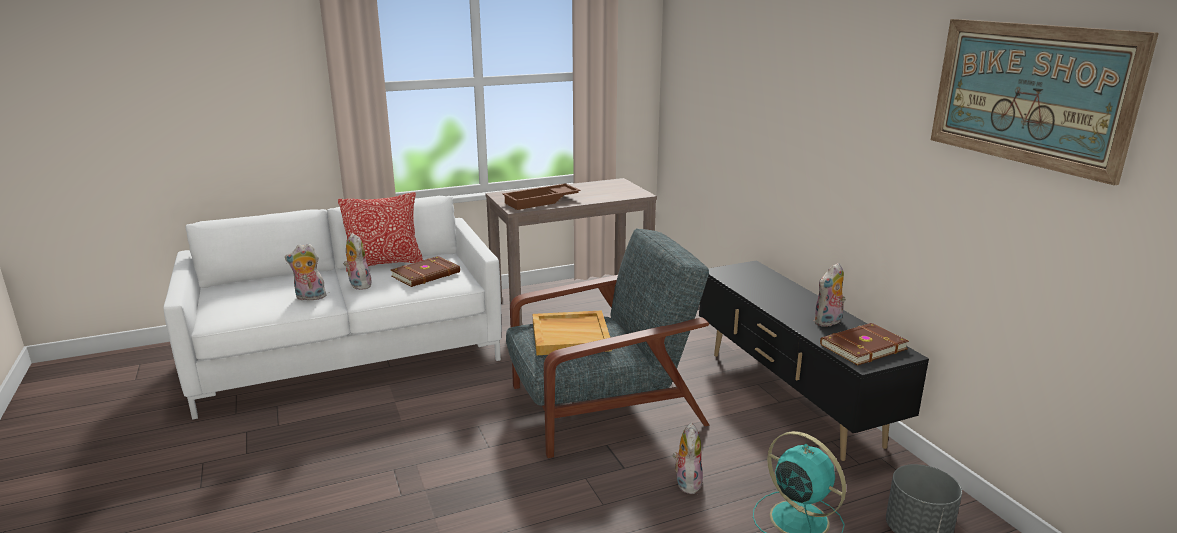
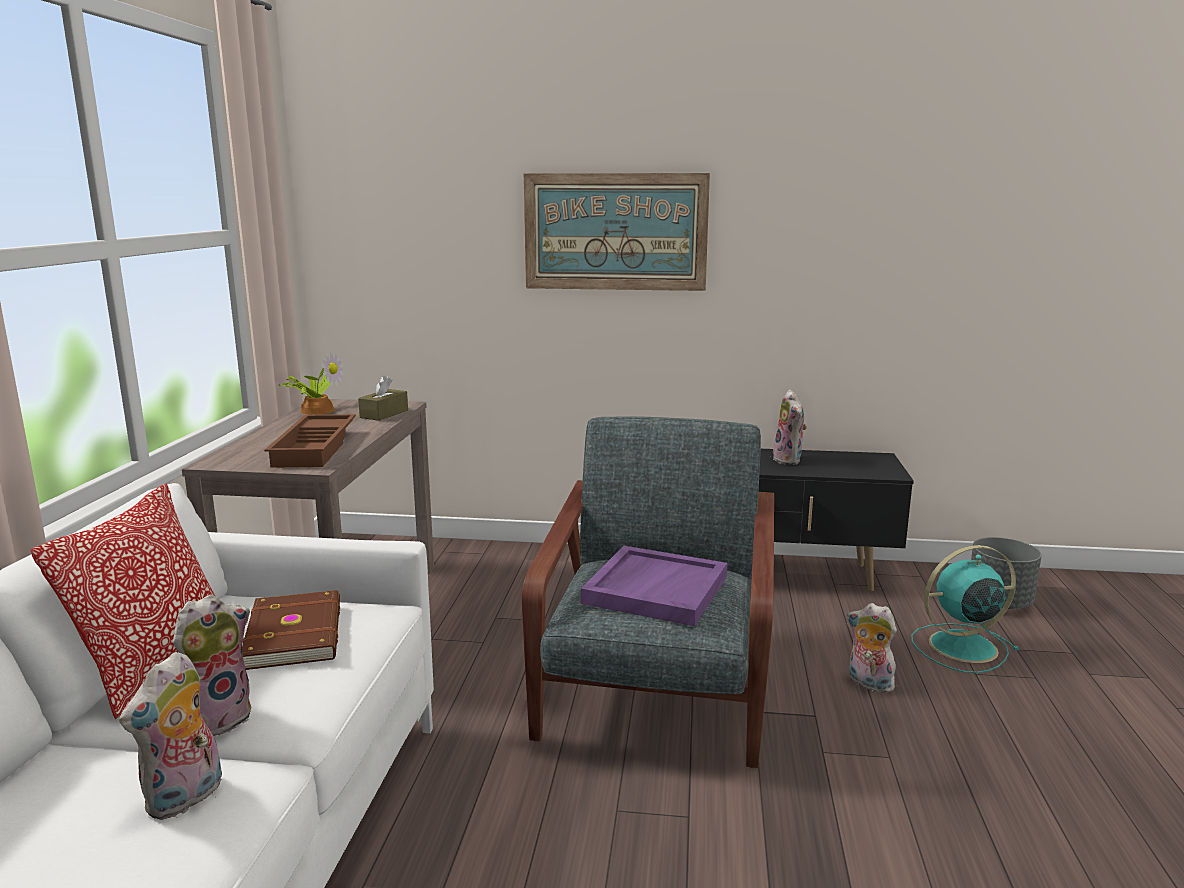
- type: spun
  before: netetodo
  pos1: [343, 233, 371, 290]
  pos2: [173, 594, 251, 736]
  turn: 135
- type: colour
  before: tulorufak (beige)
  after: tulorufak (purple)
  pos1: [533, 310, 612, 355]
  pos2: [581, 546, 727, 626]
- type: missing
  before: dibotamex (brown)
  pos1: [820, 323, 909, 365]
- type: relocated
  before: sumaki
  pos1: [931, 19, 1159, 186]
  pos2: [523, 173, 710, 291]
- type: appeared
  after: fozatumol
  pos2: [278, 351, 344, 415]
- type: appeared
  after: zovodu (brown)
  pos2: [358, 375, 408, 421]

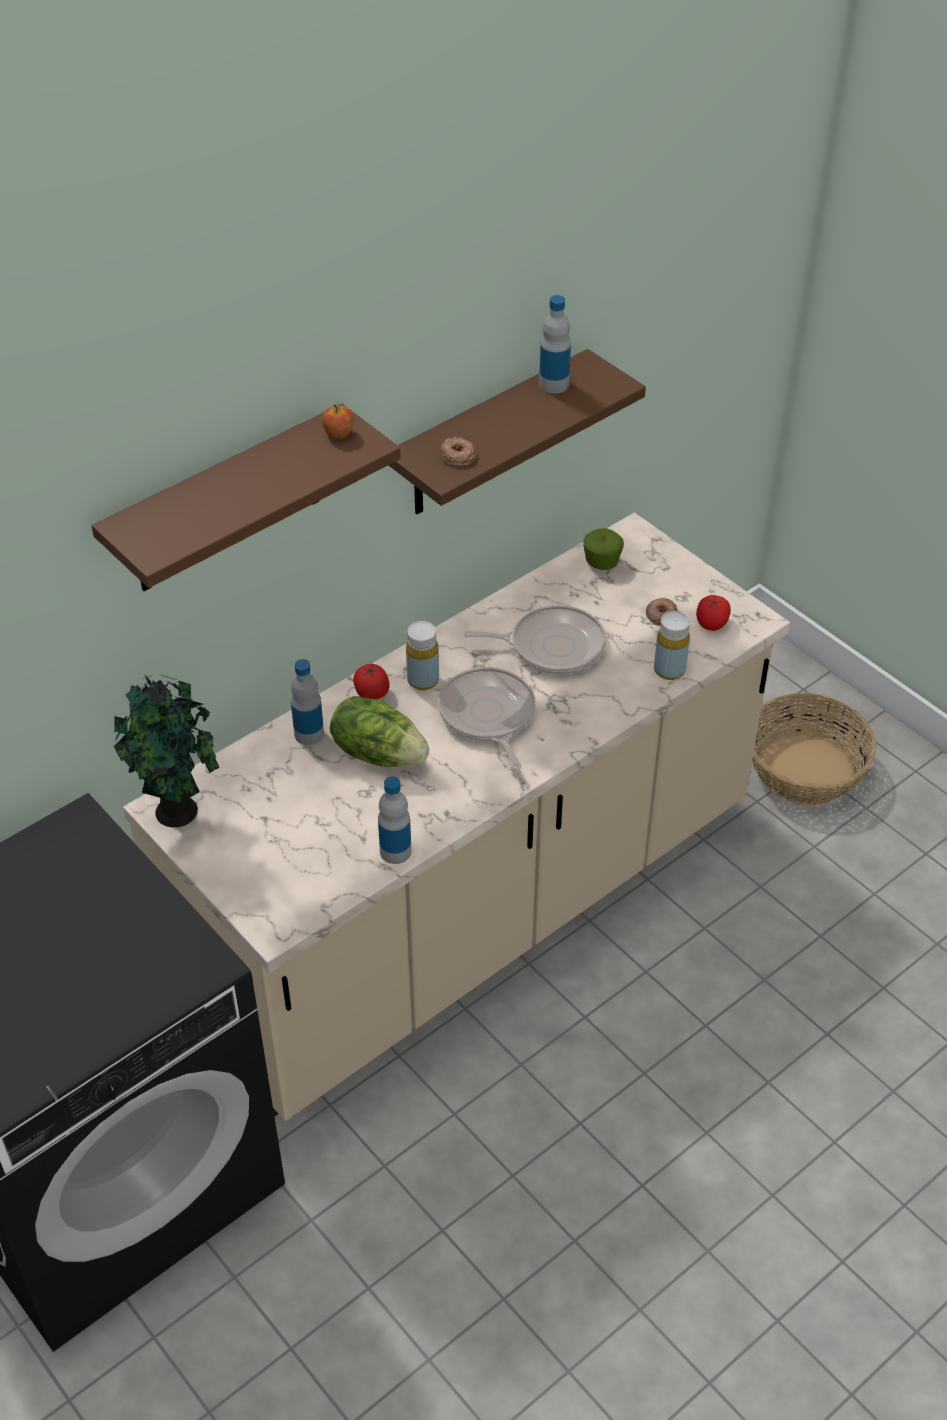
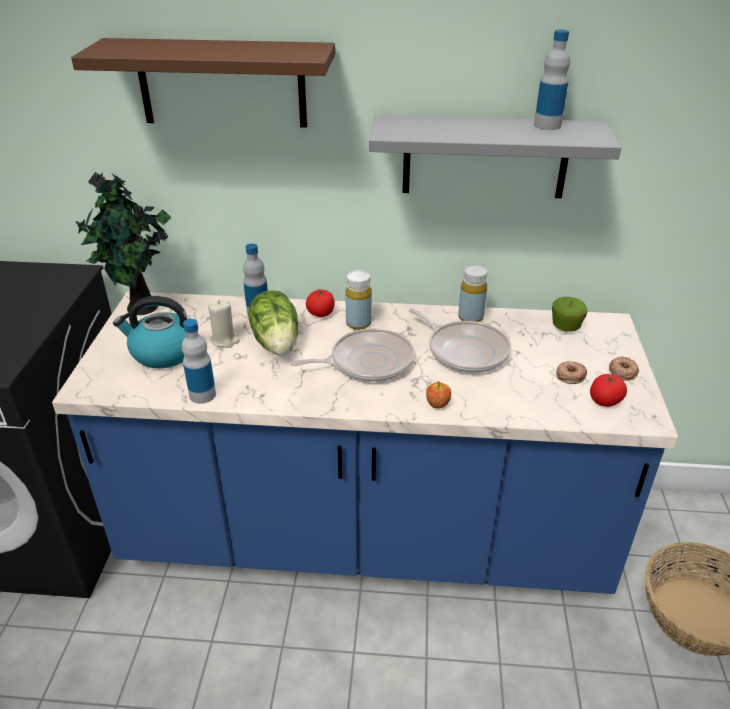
- type: colour
  before: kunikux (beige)
  after: kunikux (blue)
  pos1: [123, 513, 790, 1121]
  pos2: [52, 291, 678, 594]
- type: relocated
  before: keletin
  pos1: [322, 404, 354, 439]
  pos2: [426, 381, 451, 409]
- type: colour
  before: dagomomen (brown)
  after: dagomomen (grey)
  pos1: [388, 349, 646, 514]
  pos2: [369, 115, 621, 198]
- type: spun
  before: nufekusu
  pos1: [438, 667, 536, 770]
  pos2: [291, 328, 415, 382]
  turn: 45
- type: relocated
  before: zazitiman
  pos1: [440, 436, 476, 466]
  pos2: [609, 356, 639, 381]
- type: relocated
  before: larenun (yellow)
  pos1: [654, 611, 690, 680]
  pos2: [458, 265, 487, 322]
- type: appeared
  after: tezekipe
  pos2: [113, 296, 187, 368]
- type: appeared
  after: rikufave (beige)
  pos2: [208, 300, 240, 348]

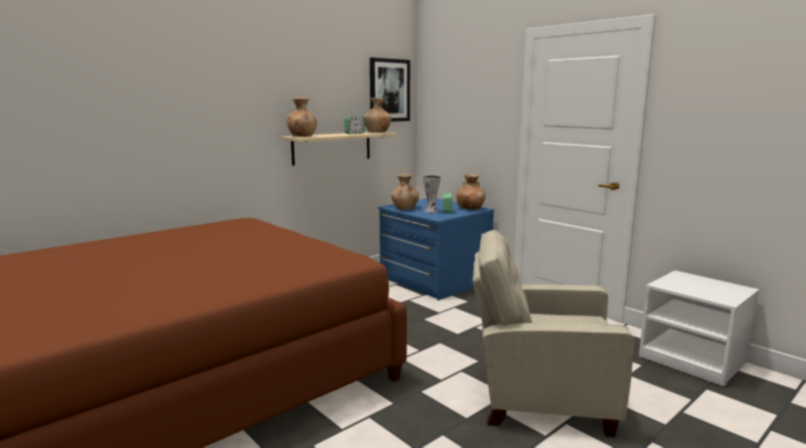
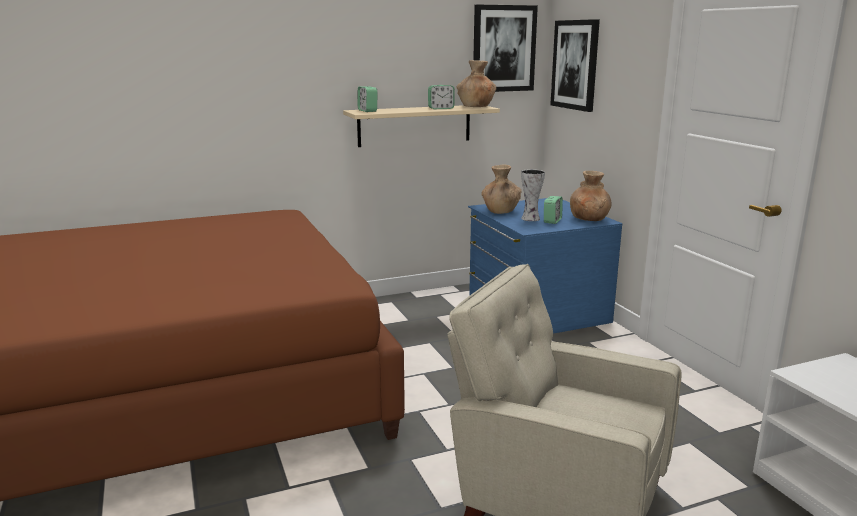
- type: exchanged
  before: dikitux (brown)
  after: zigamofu
  pos1: [286, 98, 317, 137]
  pos2: [358, 86, 377, 112]
- type: appeared
  after: sumaki
  pos2: [550, 19, 600, 112]

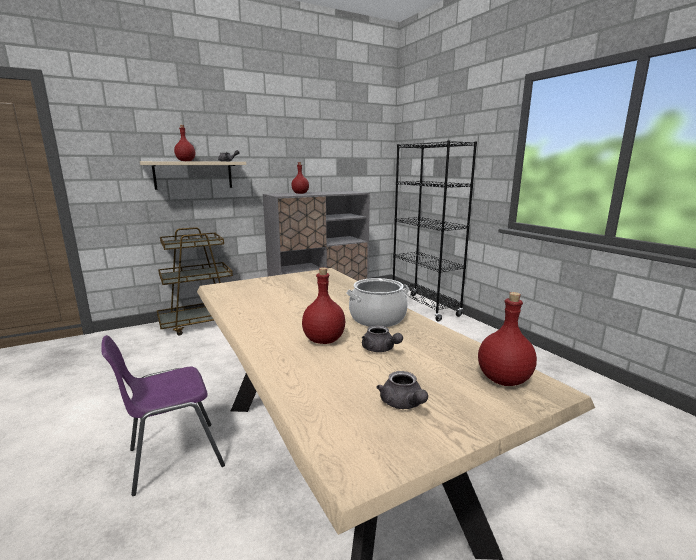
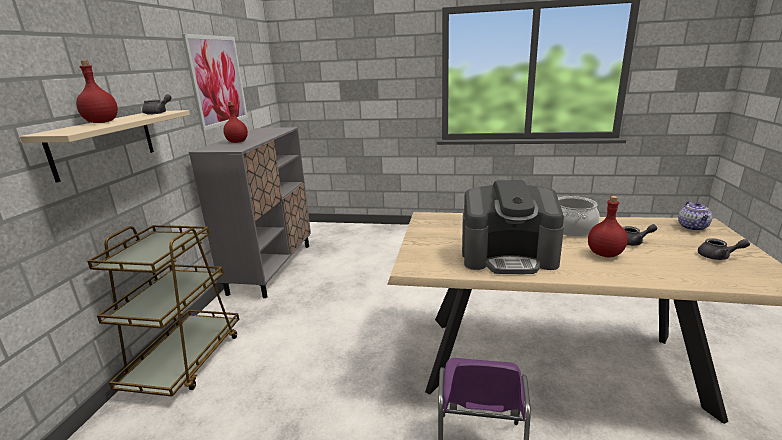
- type: missing
  before: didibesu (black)
  pos1: [393, 140, 477, 322]
- type: exchanged
  before: larenun (red)
  after: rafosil
  pos1: [478, 292, 537, 386]
  pos2: [678, 201, 712, 231]
- type: appeared
  after: sumaki
  pos2: [182, 34, 248, 131]
- type: appeared
  after: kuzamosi
  pos2: [462, 180, 564, 274]

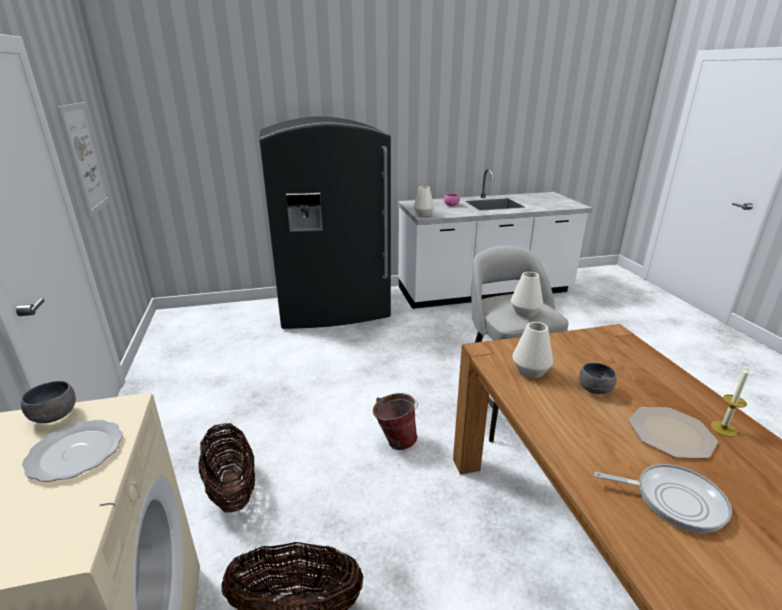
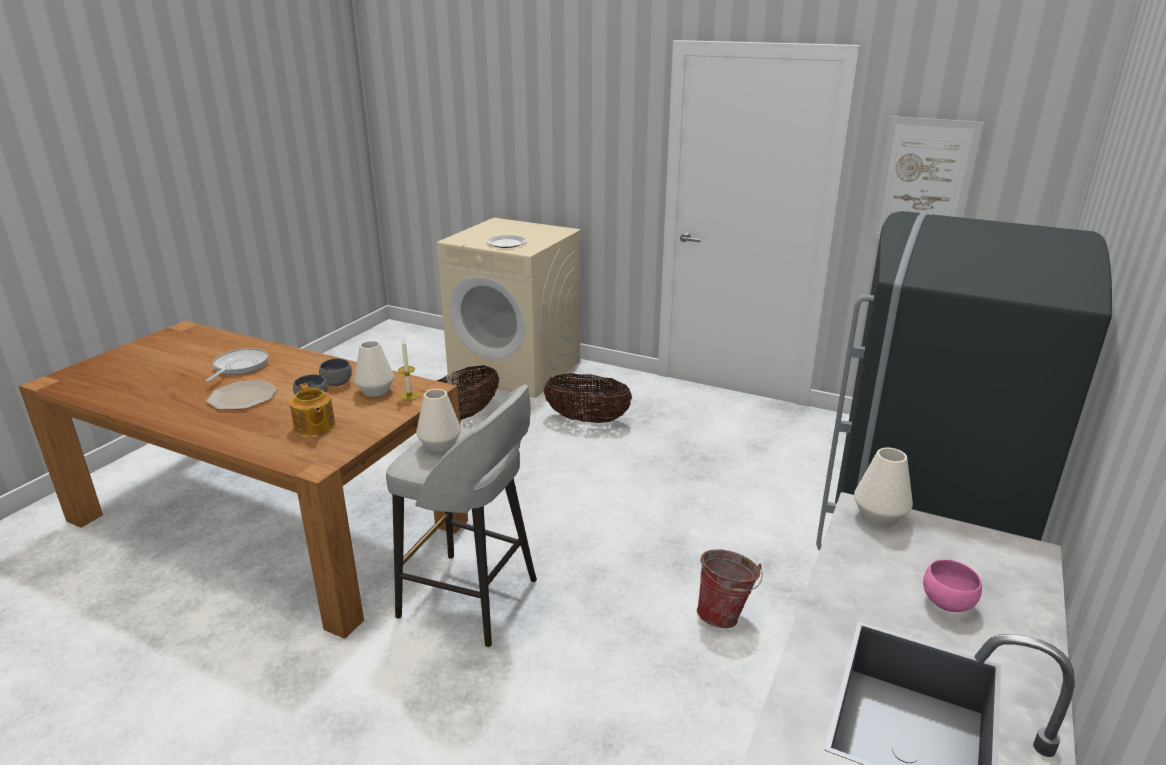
- type: relocated
  before: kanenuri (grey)
  pos1: [21, 381, 76, 423]
  pos2: [319, 358, 352, 386]
- type: relocated
  before: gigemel
  pos1: [373, 393, 418, 450]
  pos2: [697, 549, 763, 628]
- type: spun
  before: nufekusu
  pos1: [594, 464, 732, 533]
  pos2: [205, 348, 268, 382]
  turn: 135
- type: relocated
  before: rikufave
  pos1: [710, 368, 749, 437]
  pos2: [398, 339, 419, 401]
- type: appeared
  after: rafosil
  pos2: [290, 383, 335, 436]

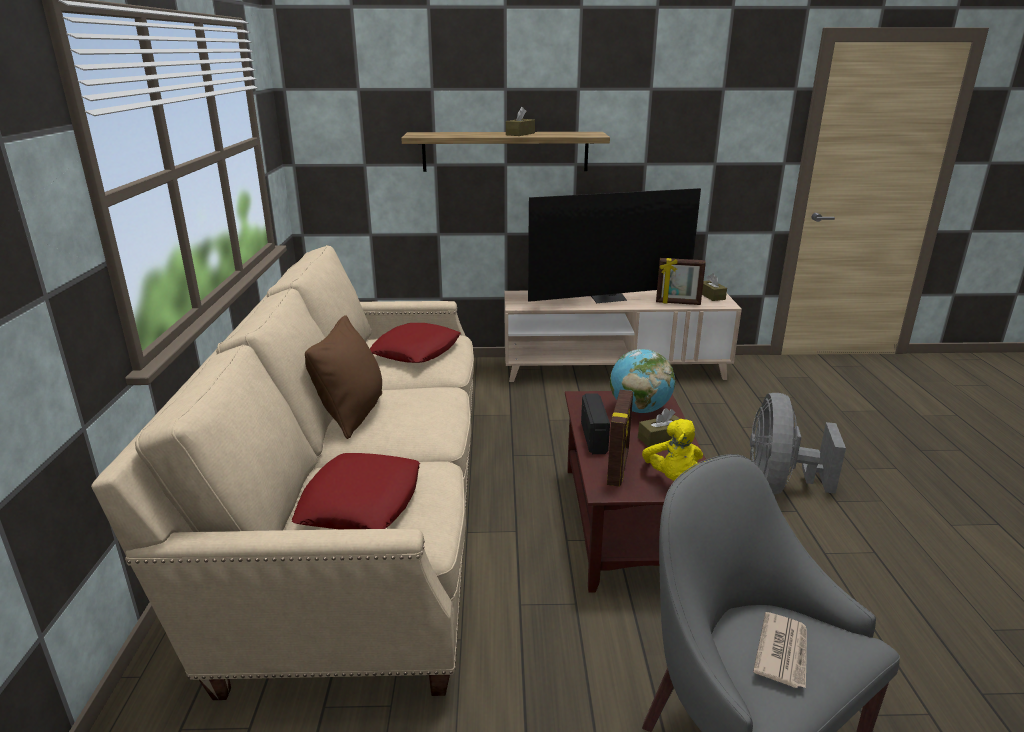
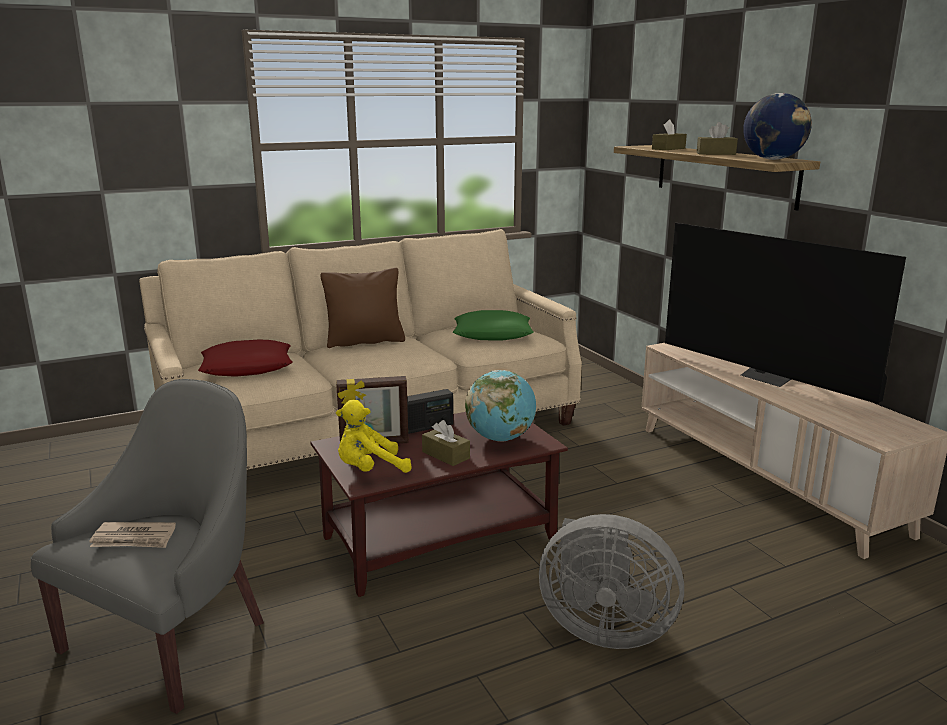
- type: colour
  before: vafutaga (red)
  after: vafutaga (green)
  pos1: [370, 323, 460, 363]
  pos2: [453, 310, 534, 340]
- type: missing
  before: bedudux
  pos1: [656, 258, 706, 305]
- type: relocated
  before: zovodu (brown)
  pos1: [702, 273, 727, 301]
  pos2: [652, 120, 687, 150]
- type: spun
  before: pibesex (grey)
  pos1: [750, 393, 846, 495]
  pos2: [539, 514, 684, 649]
  turn: -150
- type: appeared
  after: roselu
  pos2: [743, 93, 812, 160]

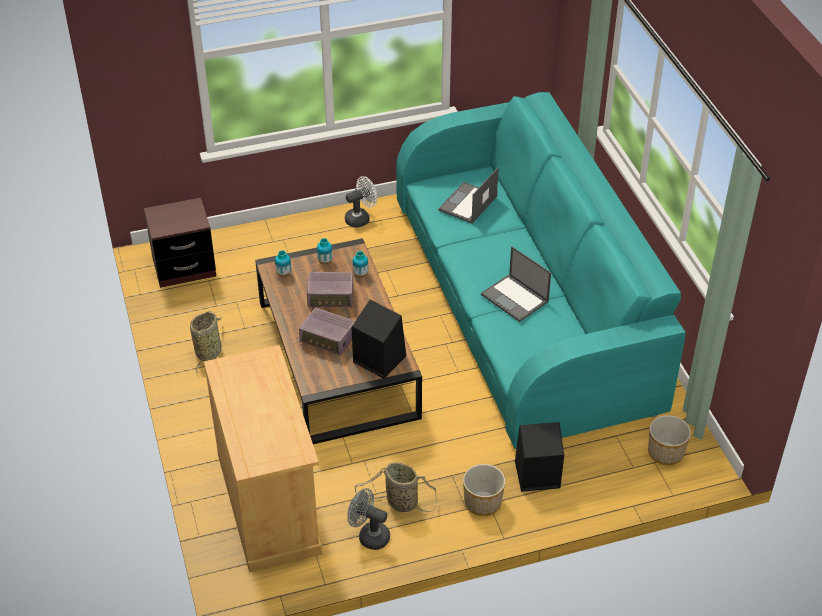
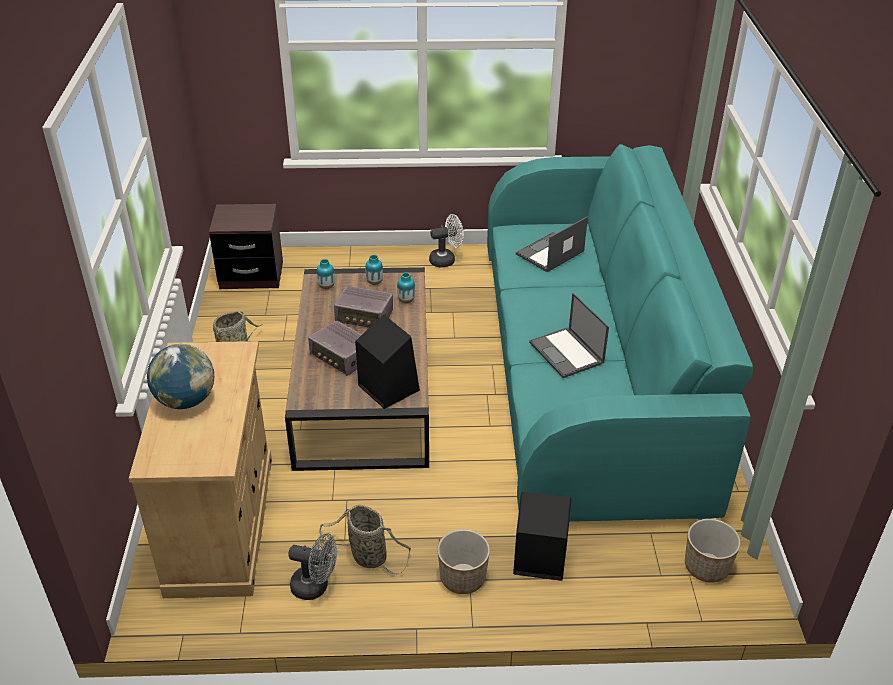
- type: spun
  before: pibesex (grey)
  pos1: [347, 488, 390, 550]
  pos2: [288, 533, 337, 600]
  turn: 150
- type: appeared
  after: roselu
  pos2: [147, 344, 214, 409]

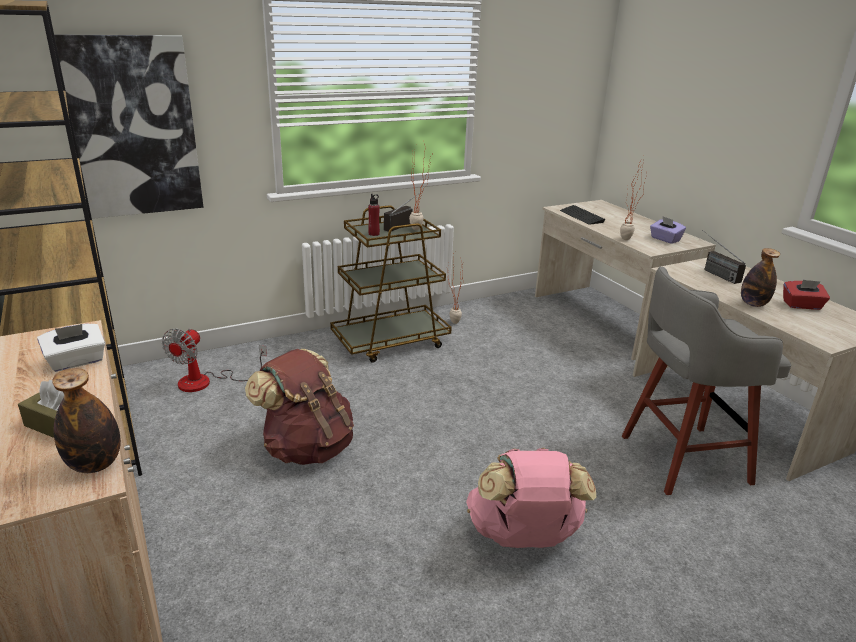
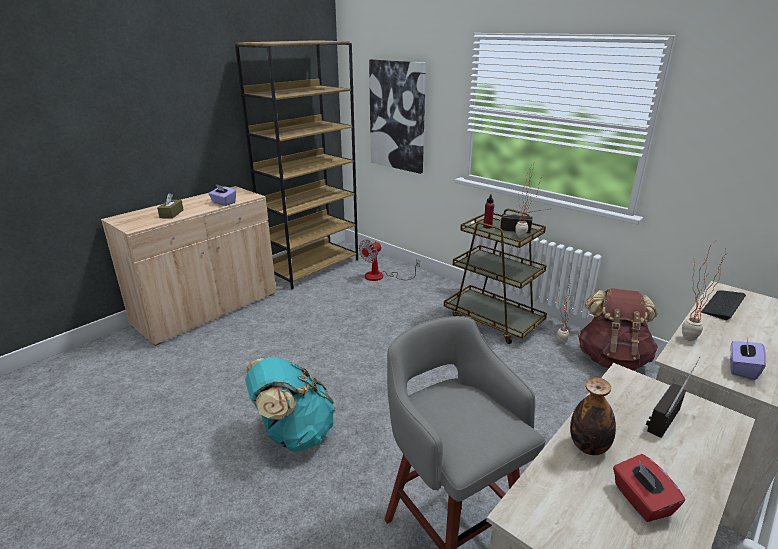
- type: colour
  before: zovodu (white)
  after: zovodu (purple)
  pos1: [37, 324, 105, 372]
  pos2: [209, 184, 236, 206]
- type: missing
  before: larenun
  pos1: [52, 368, 121, 473]
- type: spun
  before: pibesex
  pos1: [162, 328, 267, 392]
  pos2: [359, 239, 420, 281]
  turn: -45
- type: relocated
  before: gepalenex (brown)
  pos1: [245, 349, 354, 465]
  pos2: [578, 288, 658, 371]
- type: colour
  before: gepalenex (pink)
  after: gepalenex (turquoise)
  pos1: [466, 448, 597, 548]
  pos2: [245, 357, 335, 452]

